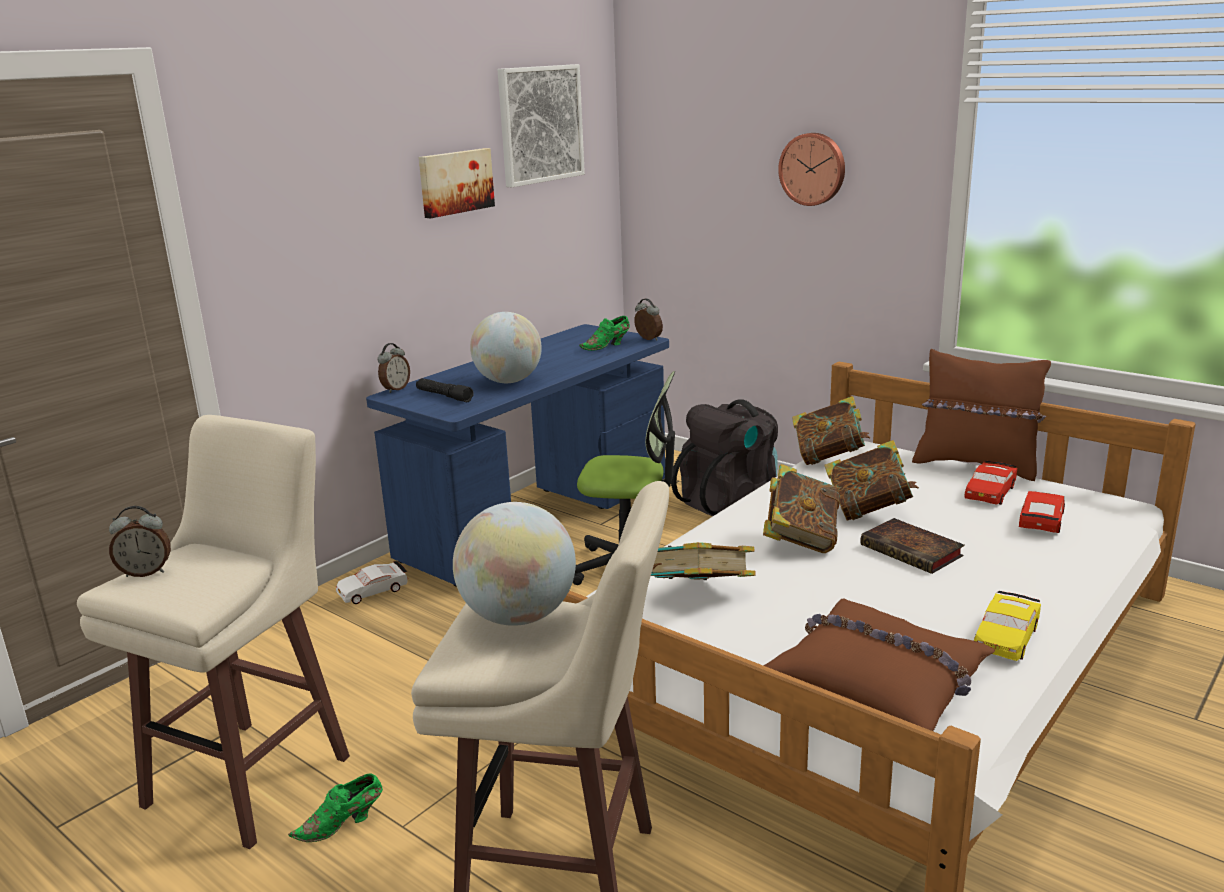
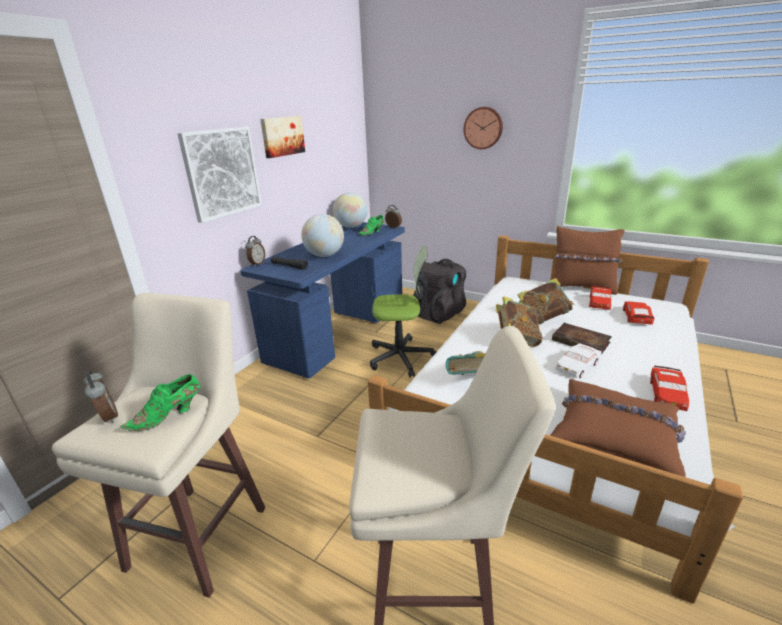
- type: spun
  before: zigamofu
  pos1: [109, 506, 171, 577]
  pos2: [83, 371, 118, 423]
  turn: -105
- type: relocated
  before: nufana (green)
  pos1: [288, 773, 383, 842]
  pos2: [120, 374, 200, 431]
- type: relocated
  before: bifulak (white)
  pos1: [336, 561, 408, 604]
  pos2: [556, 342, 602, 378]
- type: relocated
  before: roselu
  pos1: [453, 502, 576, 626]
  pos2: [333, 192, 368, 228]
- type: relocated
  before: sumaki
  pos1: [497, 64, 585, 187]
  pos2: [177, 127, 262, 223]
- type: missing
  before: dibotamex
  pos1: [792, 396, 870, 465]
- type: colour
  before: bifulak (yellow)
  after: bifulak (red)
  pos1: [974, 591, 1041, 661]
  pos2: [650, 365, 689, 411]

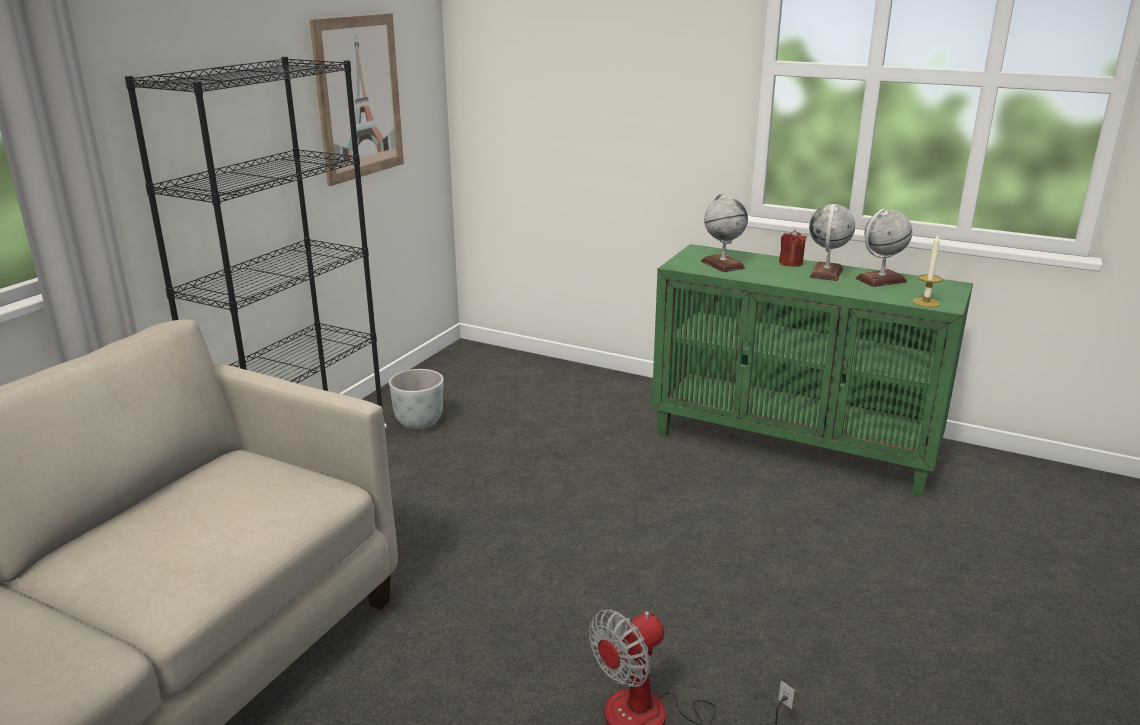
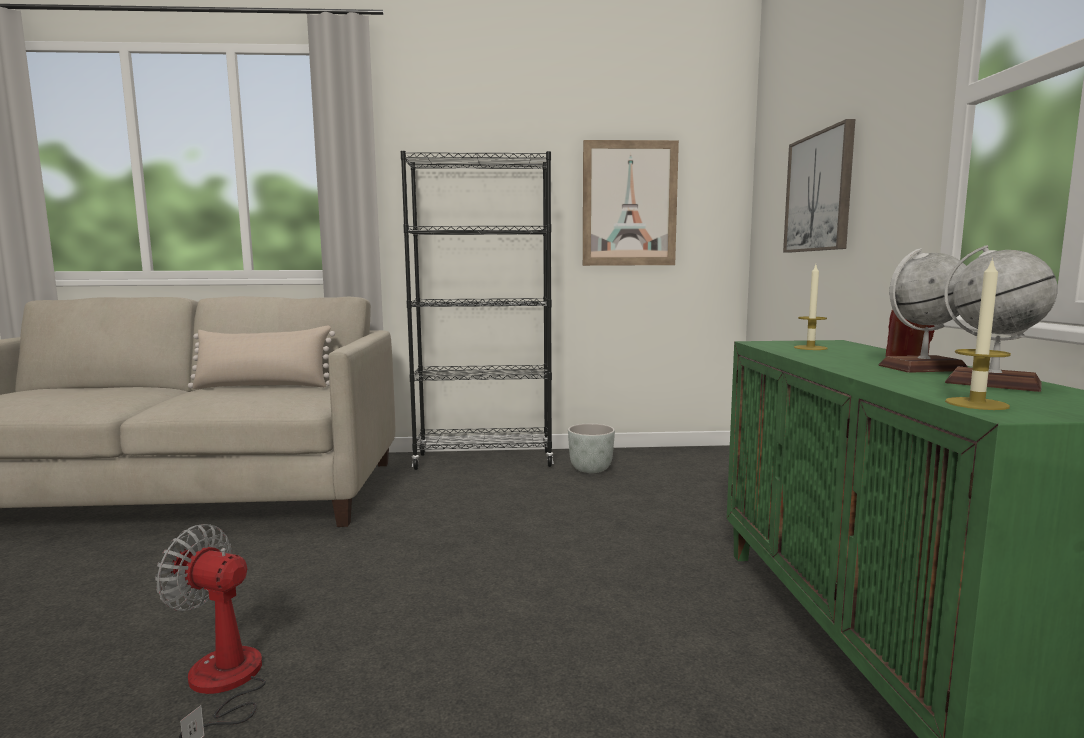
- type: exchanged
  before: roselu
  after: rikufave
  pos1: [701, 193, 748, 272]
  pos2: [794, 265, 828, 350]
- type: appeared
  after: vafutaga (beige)
  pos2: [188, 325, 335, 389]
- type: appeared
  after: sumaki
  pos2: [783, 119, 855, 253]

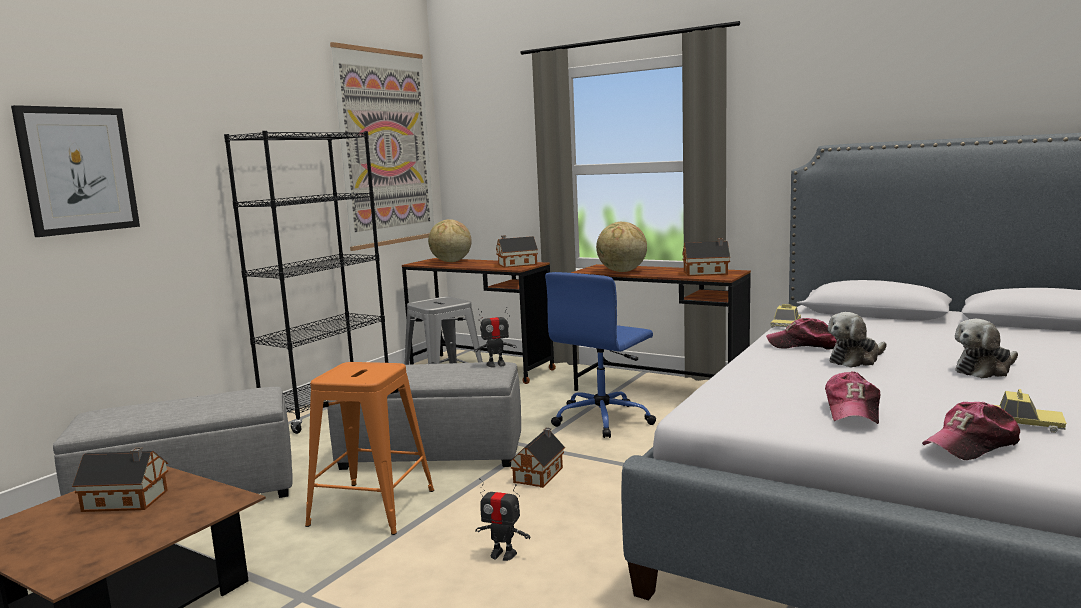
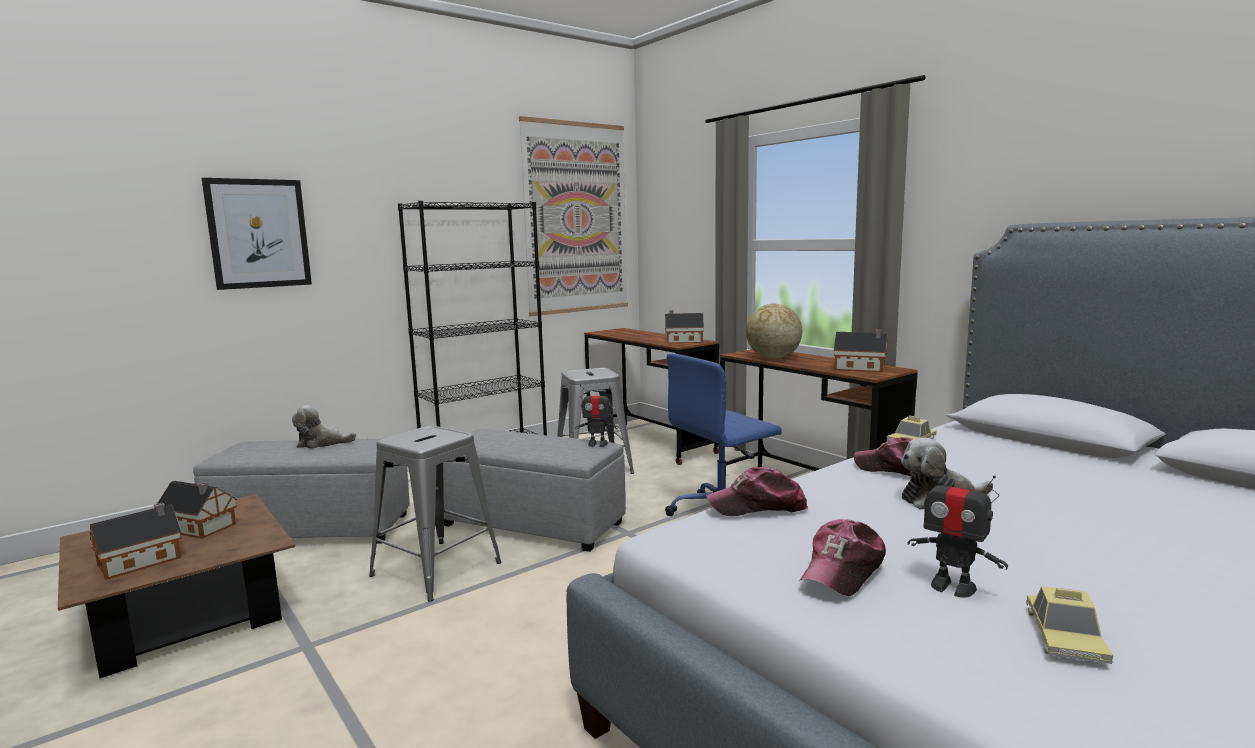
- type: colour
  before: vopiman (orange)
  after: vopiman (grey)
  pos1: [305, 362, 434, 535]
  pos2: [369, 426, 502, 602]
- type: missing
  before: roselu
  pos1: [428, 219, 471, 262]
- type: relocated
  before: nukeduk
  pos1: [475, 478, 530, 561]
  pos2: [908, 460, 1008, 597]
- type: relocated
  before: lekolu
  pos1: [509, 428, 565, 488]
  pos2: [90, 502, 182, 580]
- type: relocated
  before: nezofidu
  pos1: [922, 402, 1020, 460]
  pos2: [706, 467, 808, 516]
- type: relocated
  before: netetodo
  pos1: [955, 319, 1018, 379]
  pos2: [292, 405, 356, 449]
- type: spun
  before: bifulak
  pos1: [995, 389, 1067, 433]
  pos2: [1026, 586, 1113, 664]
  turn: 60

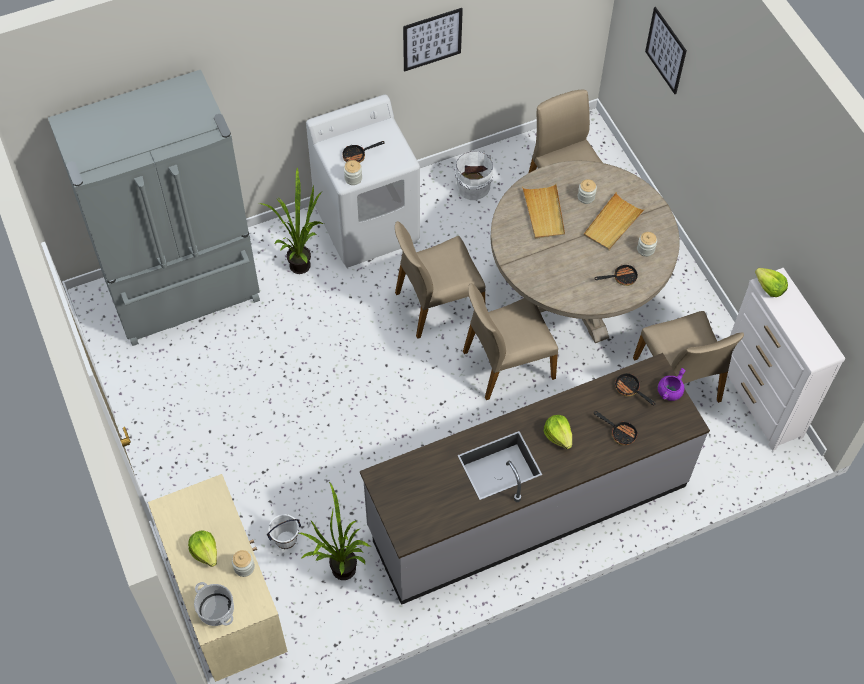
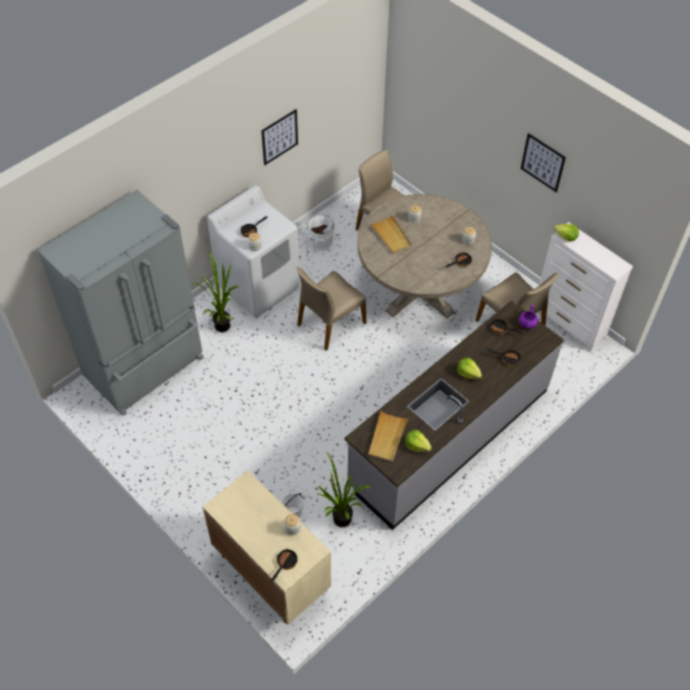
- type: relocated
  before: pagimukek
  pos1: [188, 530, 217, 567]
  pos2: [405, 430, 432, 452]
- type: exchanged
  before: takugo
  after: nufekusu
  pos1: [194, 582, 234, 626]
  pos2: [270, 549, 298, 582]
- type: missing
  before: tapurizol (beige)
  pos1: [463, 283, 558, 400]
- type: relocated
  before: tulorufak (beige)
  pos1: [584, 192, 645, 250]
  pos2: [368, 411, 408, 462]
- type: relocated
  before: sumaki
  pos1: [645, 7, 687, 94]
  pos2: [521, 133, 566, 193]

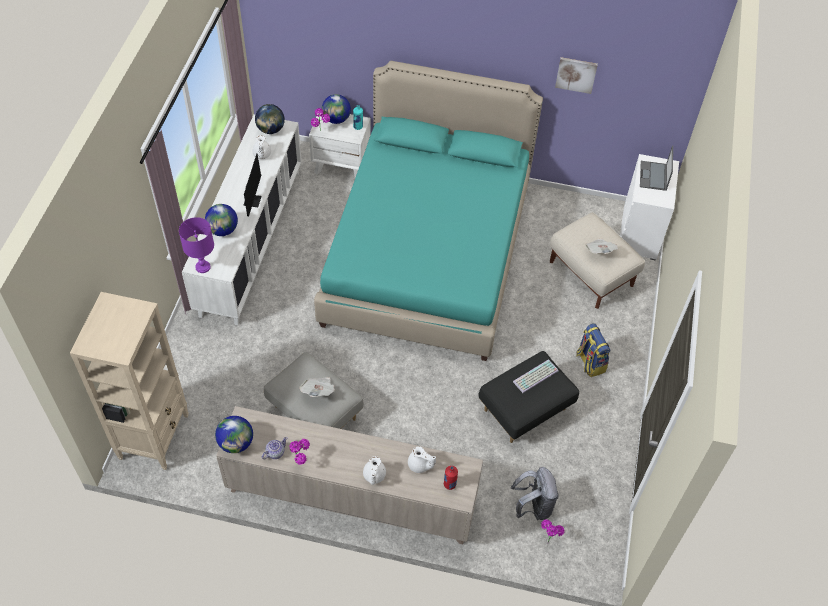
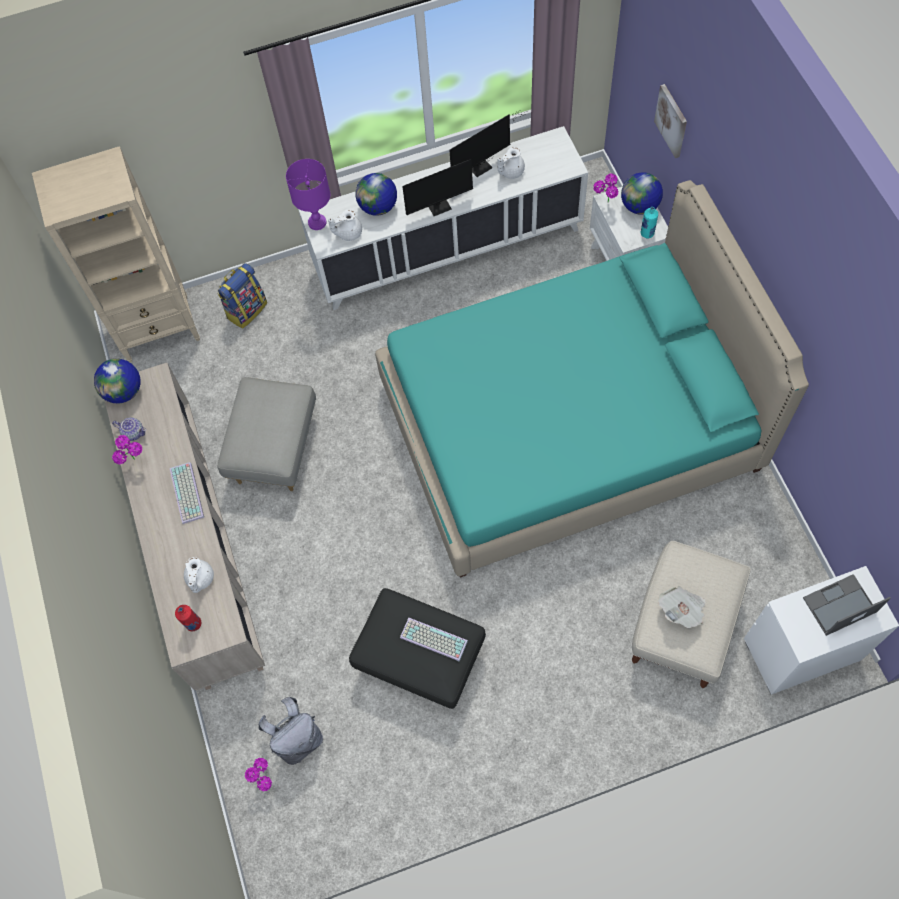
- type: missing
  before: roselu
  pos1: [255, 104, 285, 134]
- type: missing
  before: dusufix
  pos1: [300, 377, 335, 397]
- type: relocated
  before: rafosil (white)
  pos1: [363, 456, 386, 485]
  pos2: [328, 209, 362, 241]
- type: relocated
  before: sumaki
  pos1: [555, 57, 598, 94]
  pos2: [654, 84, 687, 158]
- type: relocated
  before: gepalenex
  pos1: [576, 323, 611, 377]
  pos2: [218, 263, 267, 329]
- type: appeared
  after: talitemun
  pos2: [170, 462, 204, 524]
- type: appeared
  after: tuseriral
  pos2: [450, 109, 528, 177]

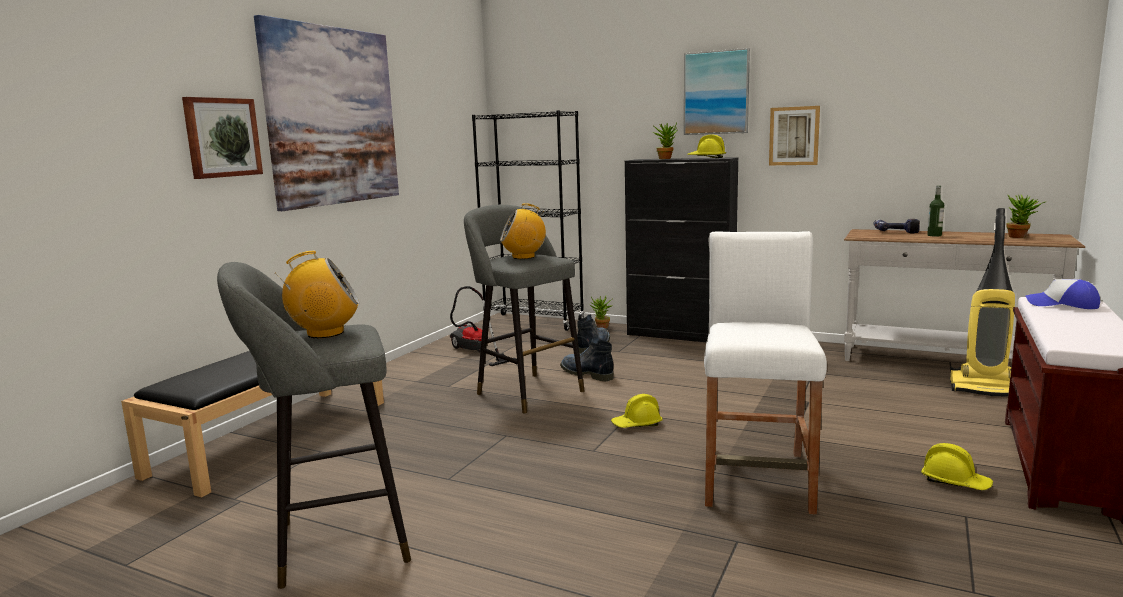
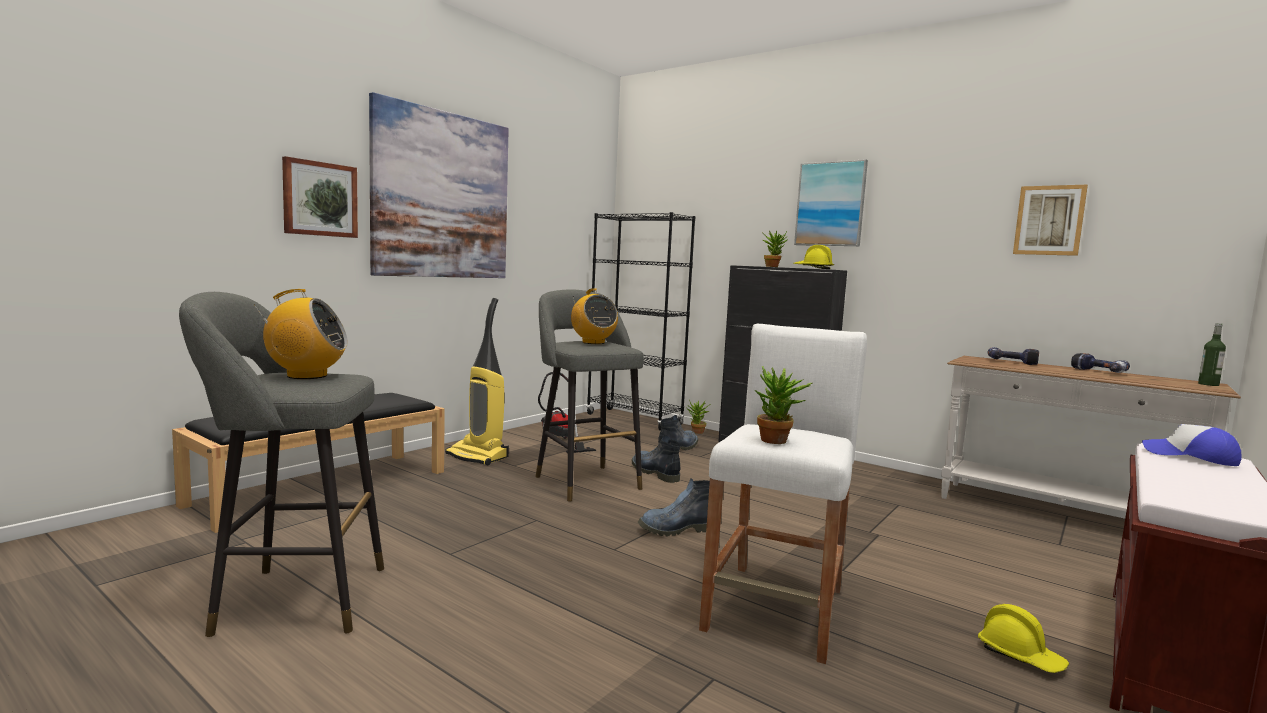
- type: spun
  before: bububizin
  pos1: [500, 203, 546, 259]
  pos2: [571, 288, 618, 344]
  turn: -120
- type: exchanged
  before: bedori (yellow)
  after: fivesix
  pos1: [611, 394, 662, 428]
  pos2: [638, 478, 710, 536]
- type: relocated
  before: sumaki
  pos1: [769, 106, 820, 165]
  pos2: [1013, 185, 1088, 256]
- type: relocated
  before: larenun
  pos1: [927, 185, 944, 237]
  pos2: [1198, 323, 1226, 386]
- type: relocated
  before: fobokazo
  pos1: [950, 208, 1015, 396]
  pos2: [445, 298, 509, 465]
- type: relocated
  before: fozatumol
  pos1: [1007, 195, 1045, 238]
  pos2: [755, 366, 812, 444]
- type: appeared
  after: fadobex
  pos2: [1071, 353, 1130, 373]

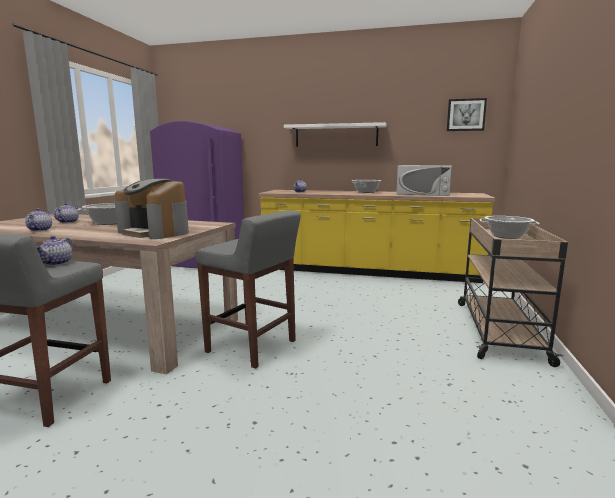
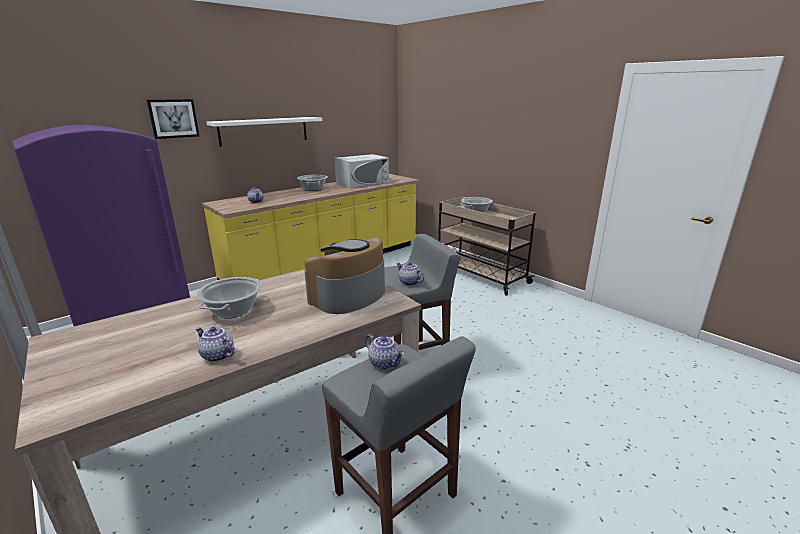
- type: relocated
  before: rafosil
  pos1: [54, 203, 79, 223]
  pos2: [396, 262, 425, 286]
- type: spun
  before: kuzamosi
  pos1: [115, 179, 189, 239]
  pos2: [304, 237, 385, 314]
  turn: 150
- type: relocated
  before: sumaki
  pos1: [447, 98, 487, 131]
  pos2: [147, 99, 199, 139]

